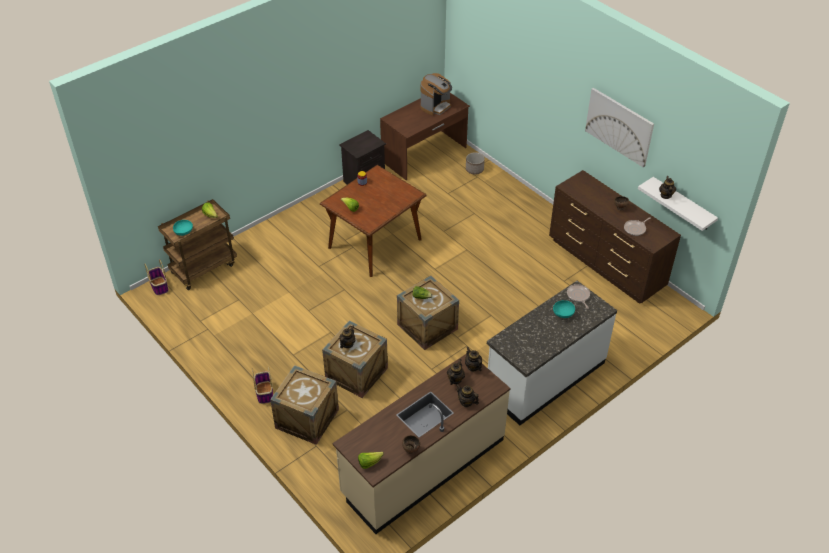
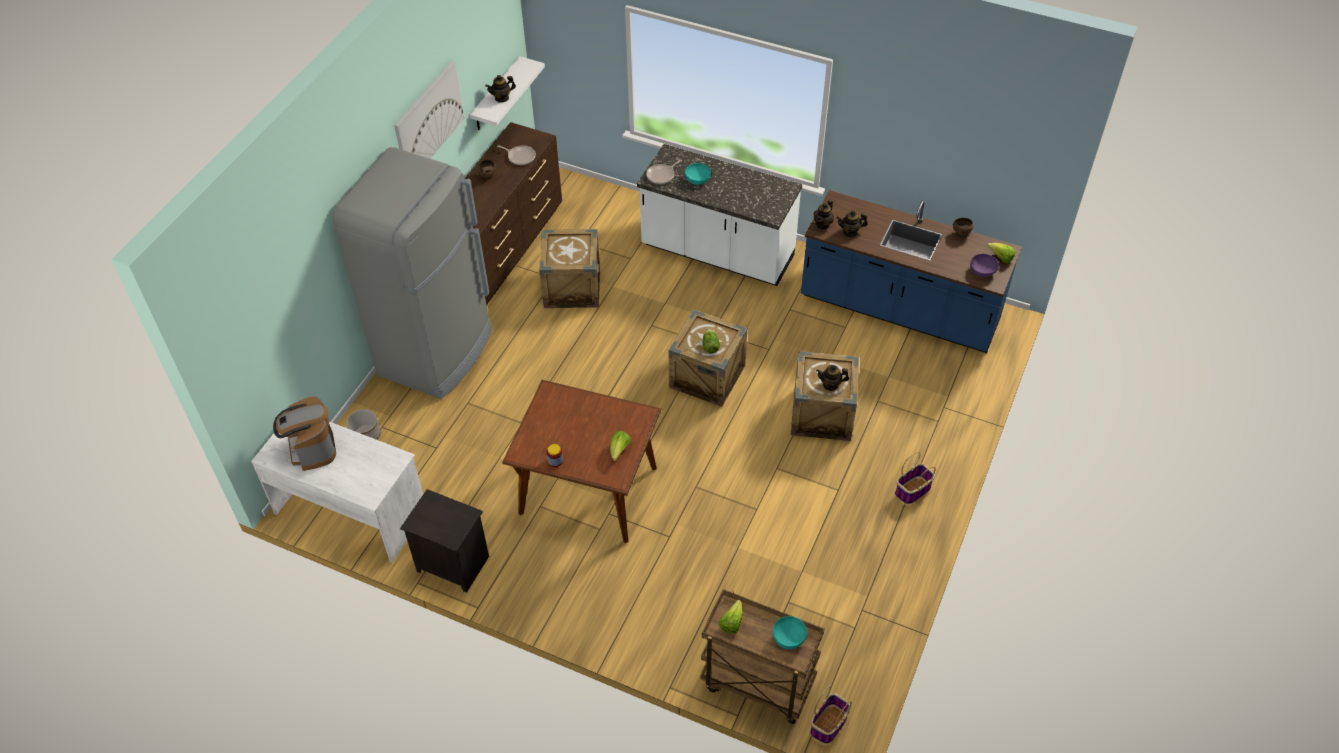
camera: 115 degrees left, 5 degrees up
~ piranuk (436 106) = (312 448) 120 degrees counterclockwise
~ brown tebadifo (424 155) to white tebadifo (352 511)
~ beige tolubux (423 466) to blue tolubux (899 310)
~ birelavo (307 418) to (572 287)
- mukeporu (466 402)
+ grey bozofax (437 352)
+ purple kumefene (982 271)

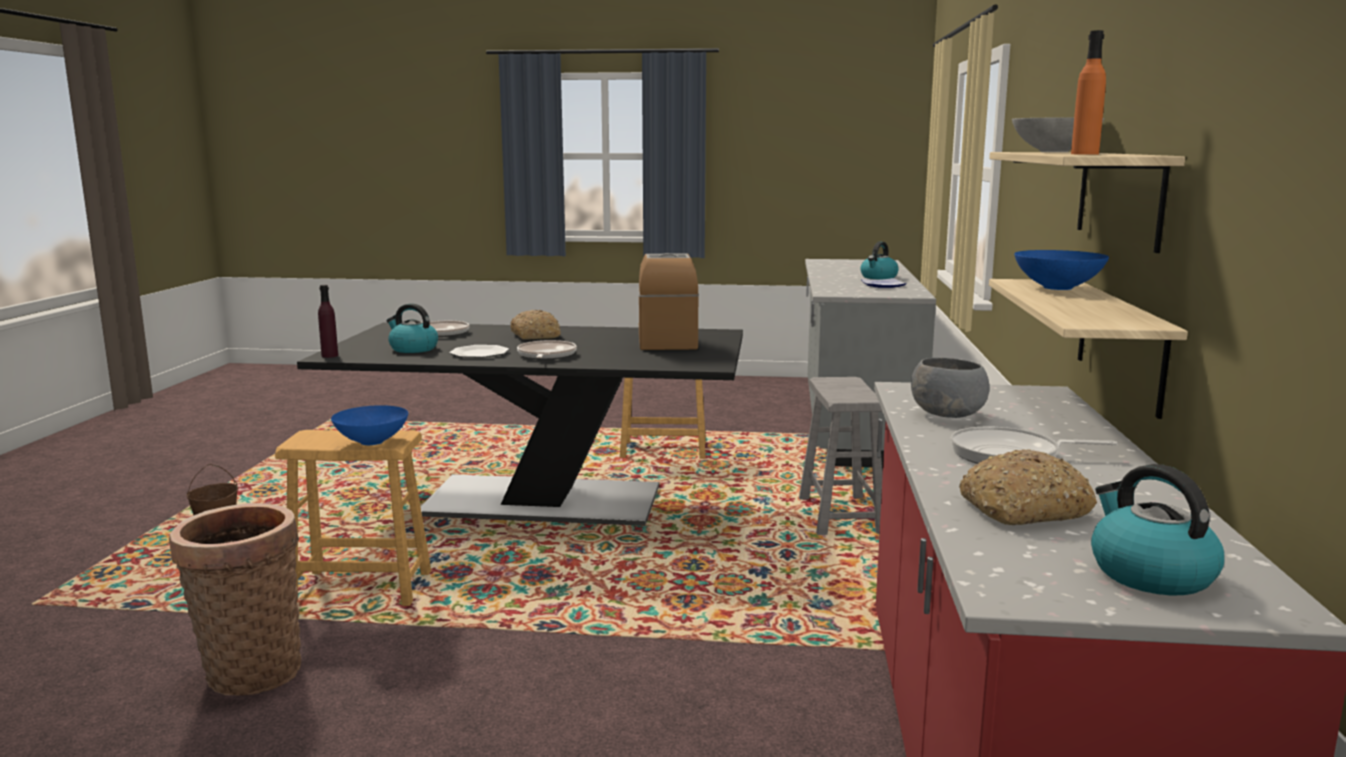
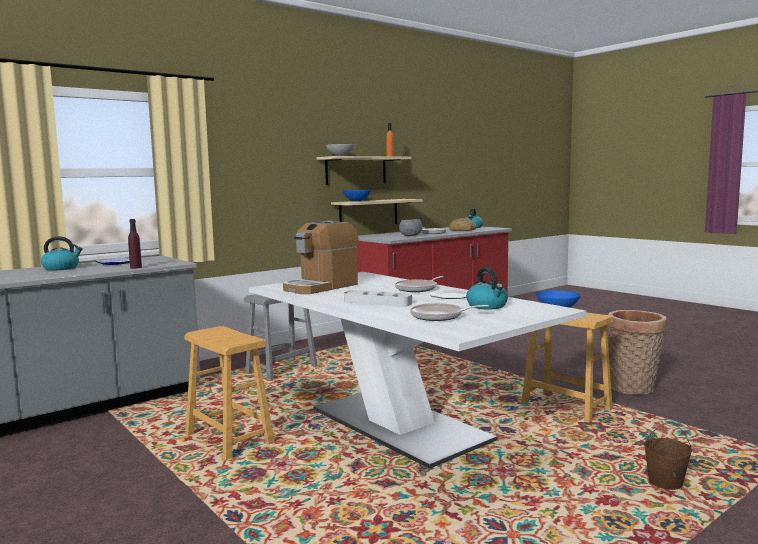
camera: 135 degrees left, 5 degrees down
~ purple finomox (329 355) to (136 267)
~ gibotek (536 335) to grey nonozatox (377 302)
~ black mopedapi (542 502) to white mopedapi (399 425)

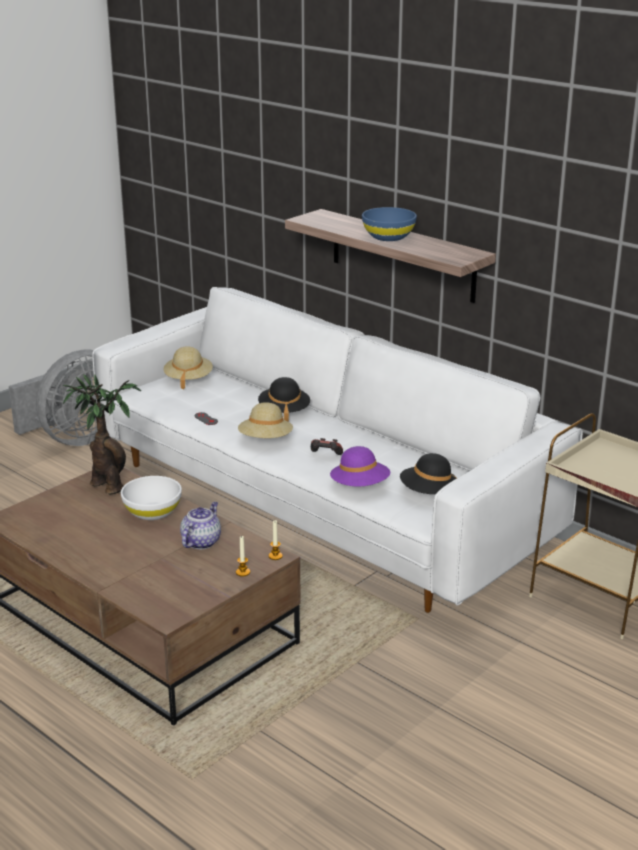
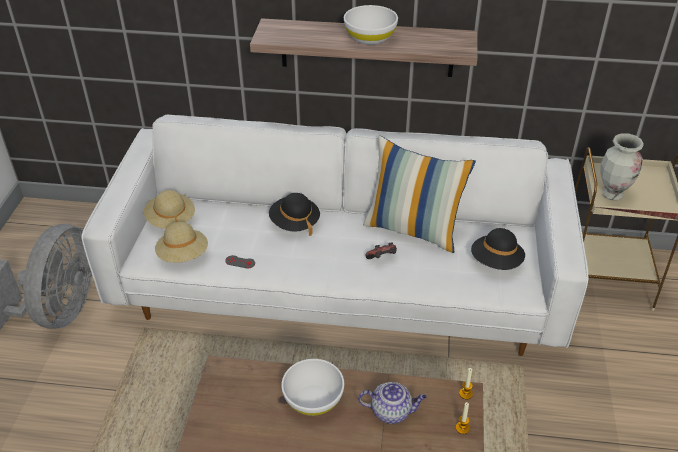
camera: 35 degrees left, 15 degrees up
~ blue kumefene (388 237) to white kumefene (370 38)
- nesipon (106 484)
~ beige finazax (265 440) to (183 255)
- purple finazax (360 486)
~ mukeporu (201 541) = (392 411) 105 degrees clockwise
+ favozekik (612 194)
+ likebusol (413 229)

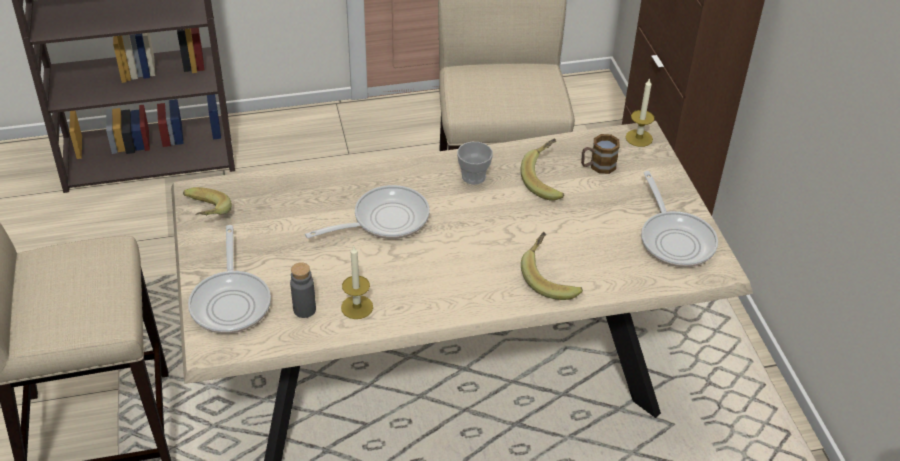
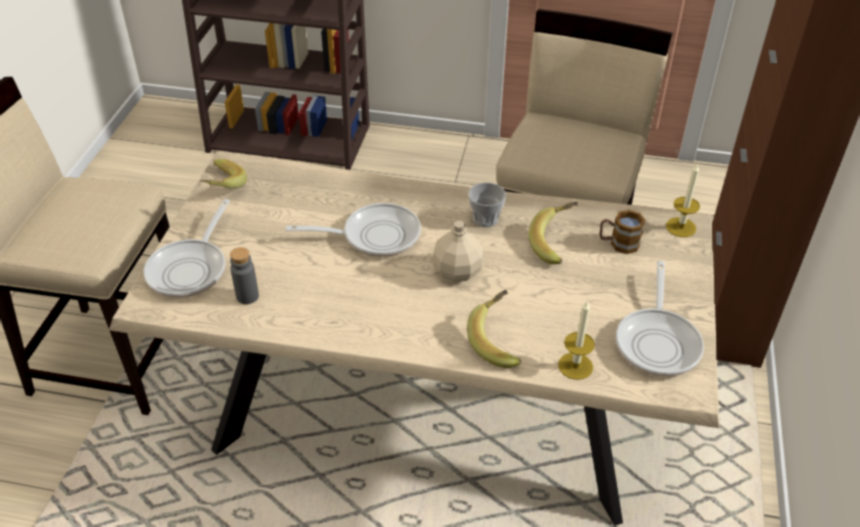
camera: 25 degrees right, 0 degrees up
~ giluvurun (357 307) to (575 366)
+ beige finomox (457 271)

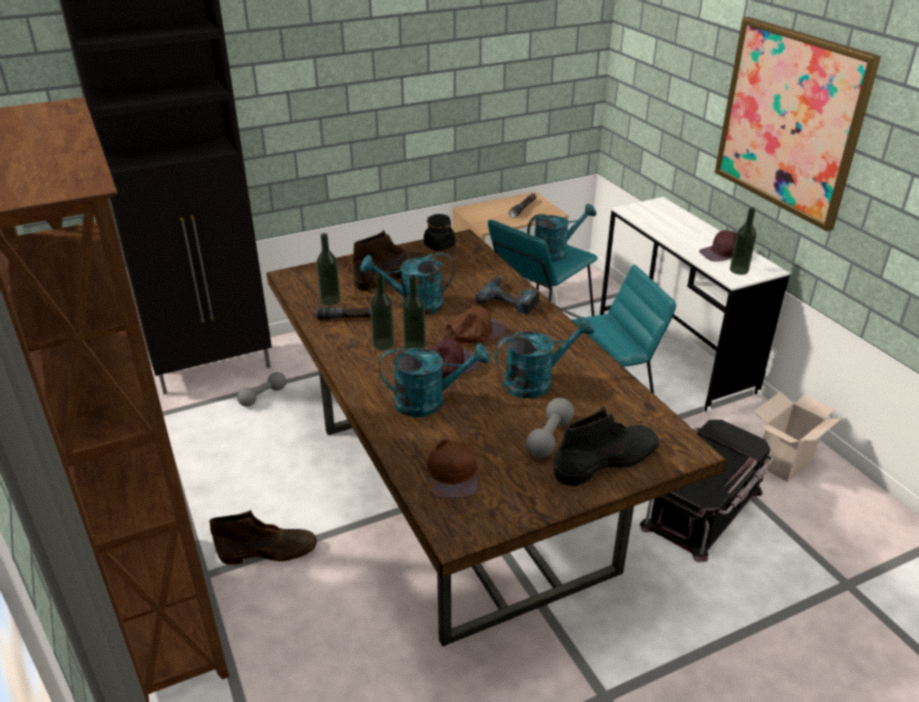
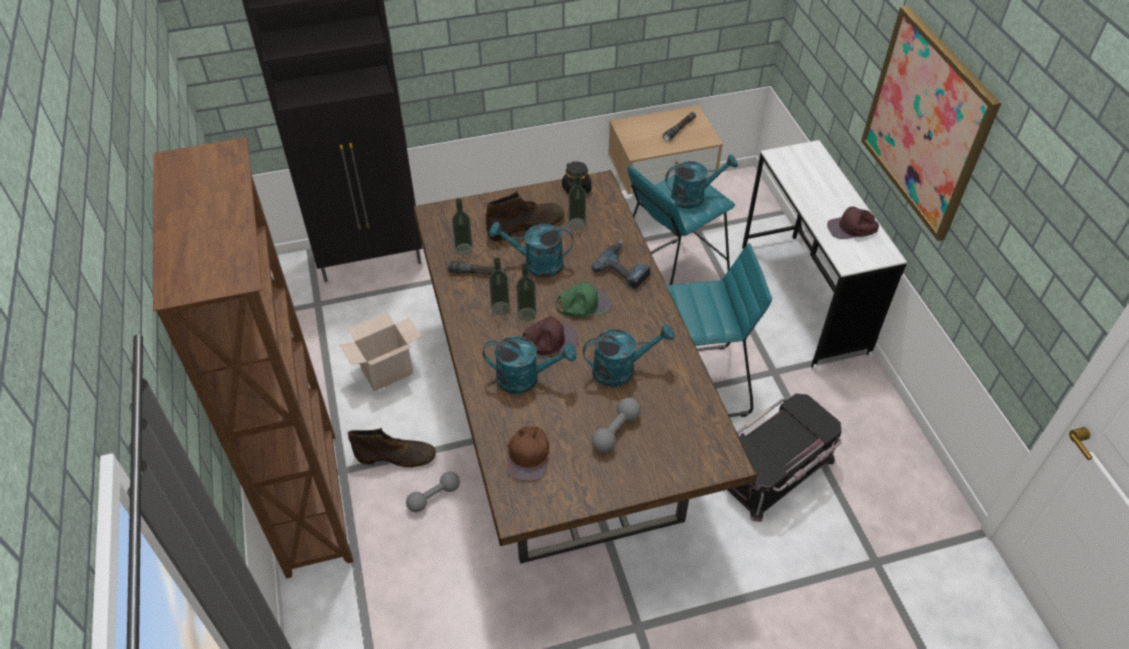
camera: 10 degrees right, 15 degrees up
~ finomox (739 270) to (577 223)
~ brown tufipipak (475 332) to green tufipipak (583 304)
~ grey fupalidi (263 396) to (434 497)
~ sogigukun (784 460) to (388 370)
- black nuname (607 461)

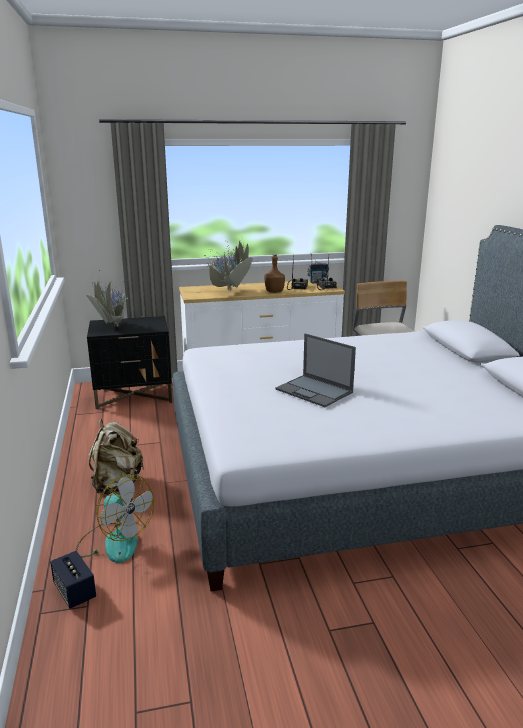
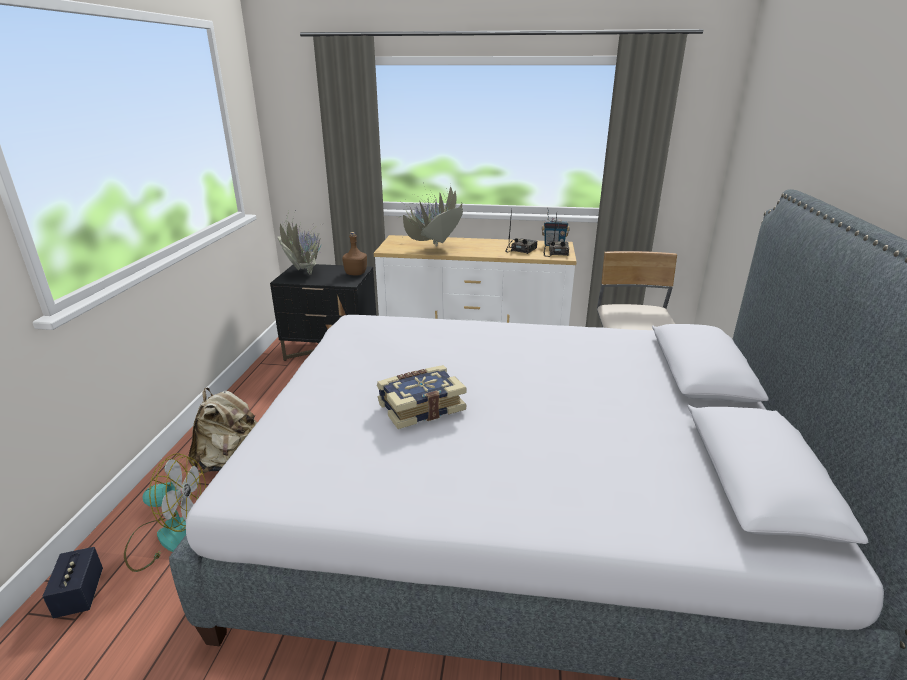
camera: 20 degrees right, 5 degrees up
~ brown finomox (274 291) to (356 273)
~ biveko (315 391) to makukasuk (420 406)
~ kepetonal (114 541) = (169 536) 60 degrees counterclockwise

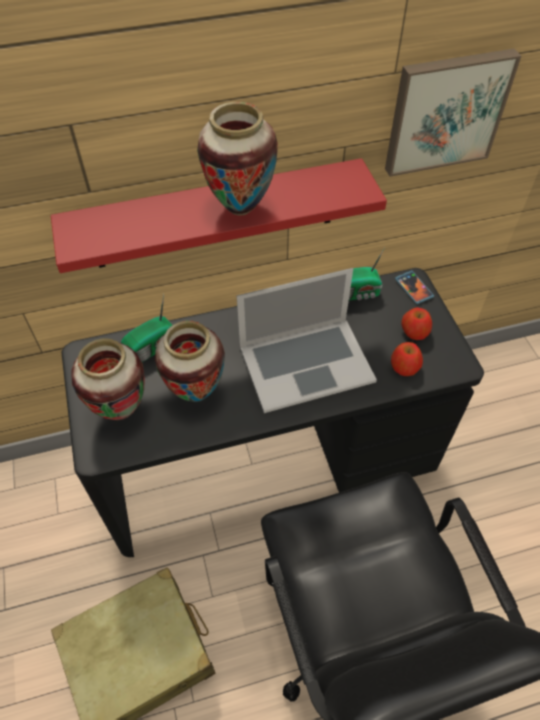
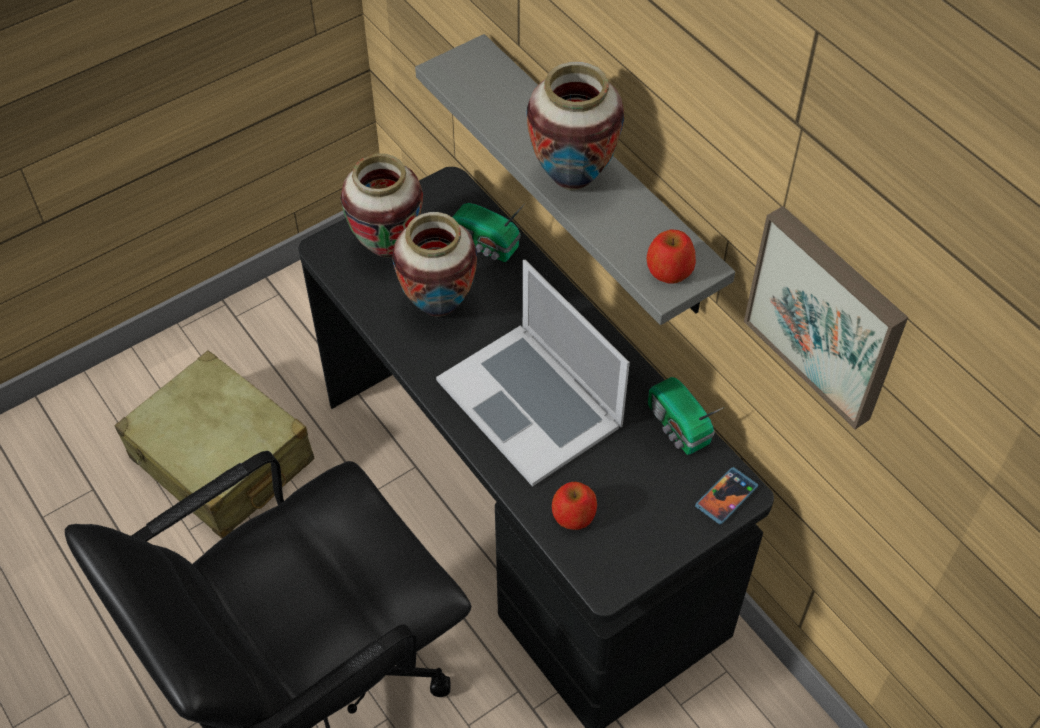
camera: 70 degrees right, 0 degrees up
~ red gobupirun (215 215) to grey gobupirun (598 178)
~ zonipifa (414 331) to (670 269)

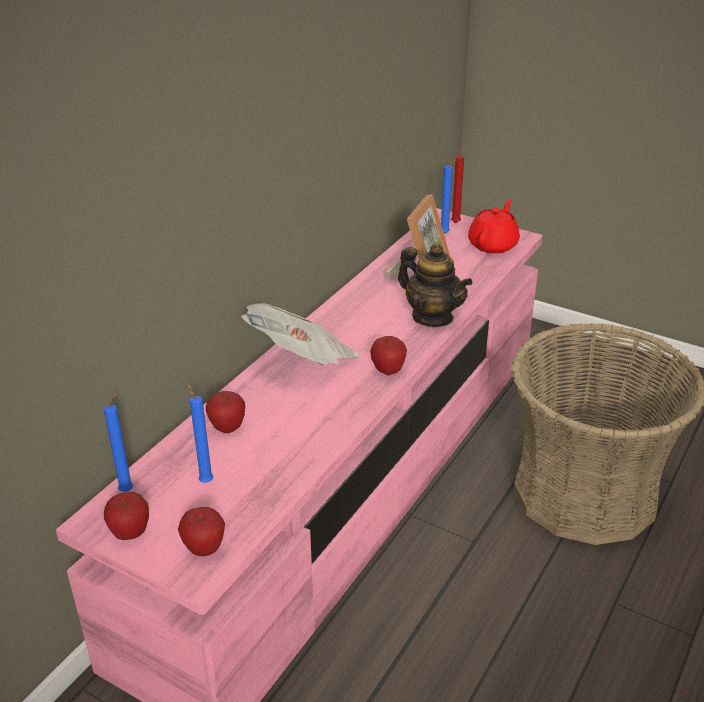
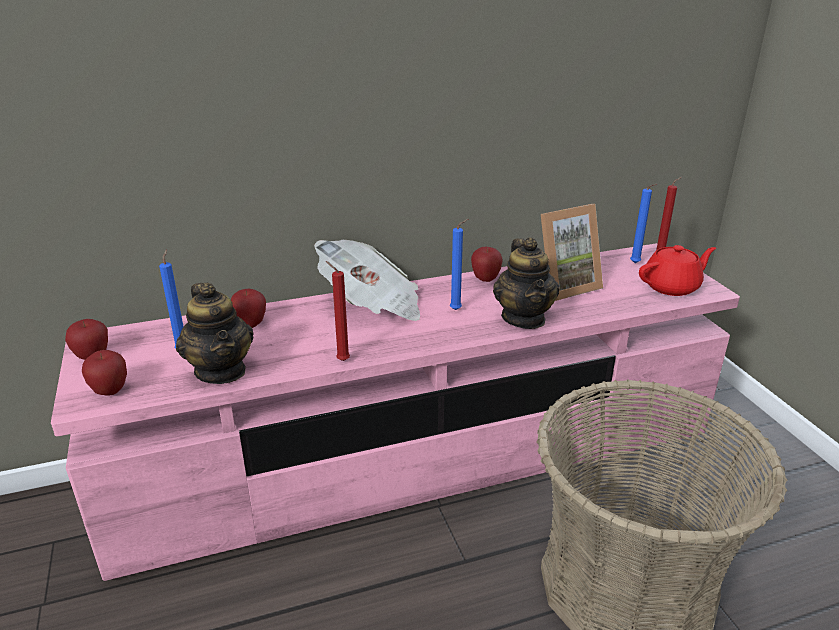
camera: 40 degrees right, 5 degrees down
~ zonipifa (388 371) to (485 279)
~ blue giluvurun (128 490) to (457 309)
+ red giluvurun (341 360)
+ mukeporu (221 371)

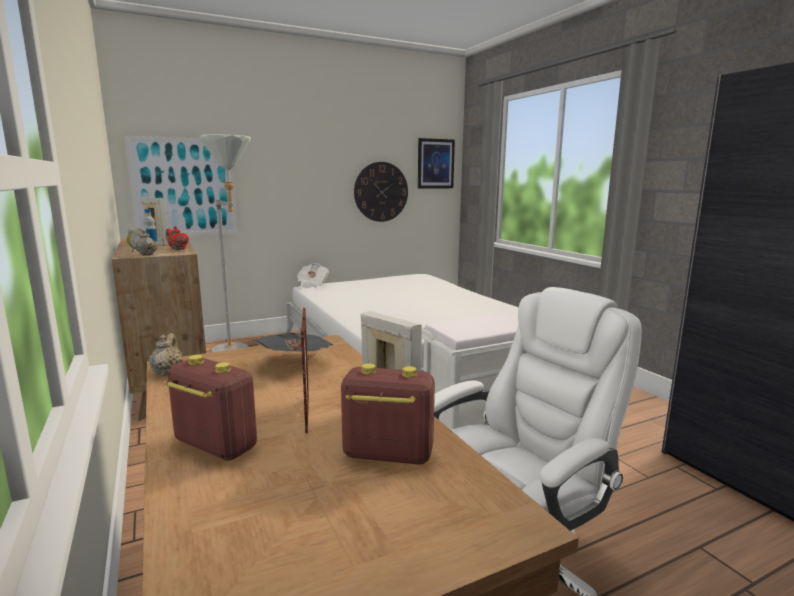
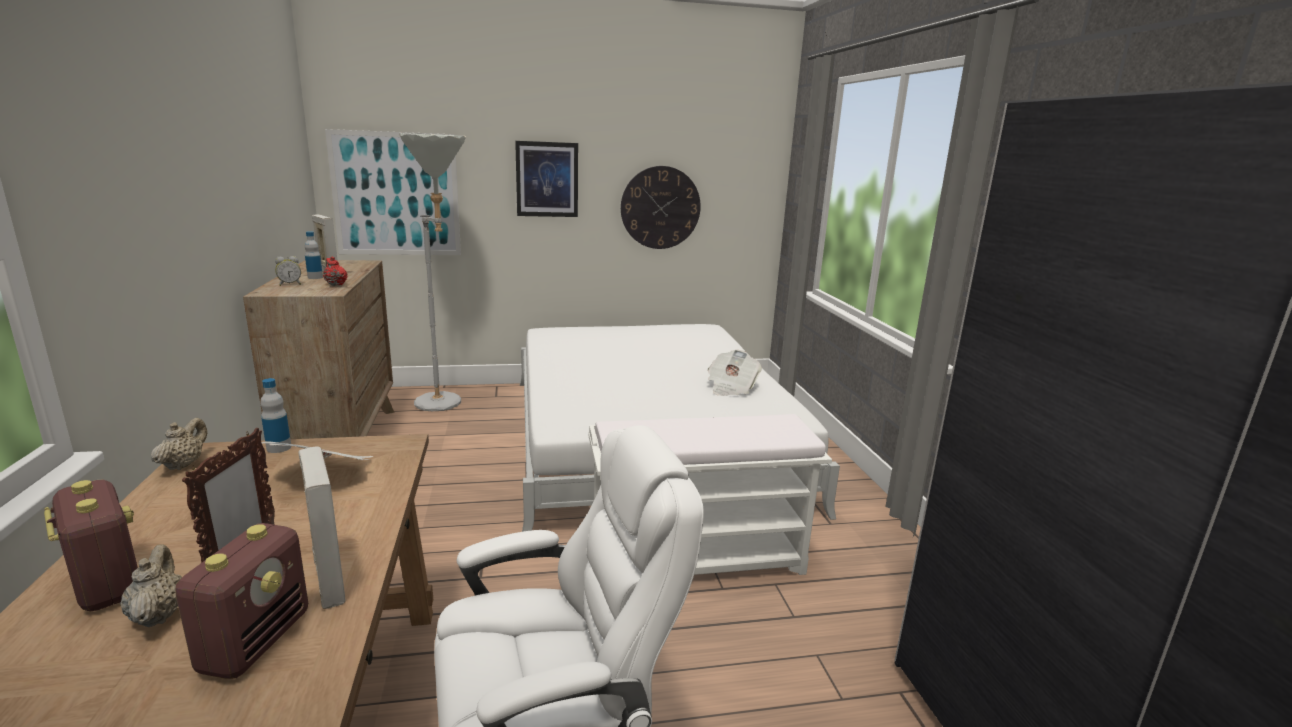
camera: 15 degrees right, 5 degrees up
~ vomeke (435 163) to (547 179)
~ beige mukeporu (147 254) to (158 614)
~ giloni (312 285) to (731 387)
~ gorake (387 454) = (256 641) 75 degrees clockwise
+ finomox (279 448)

